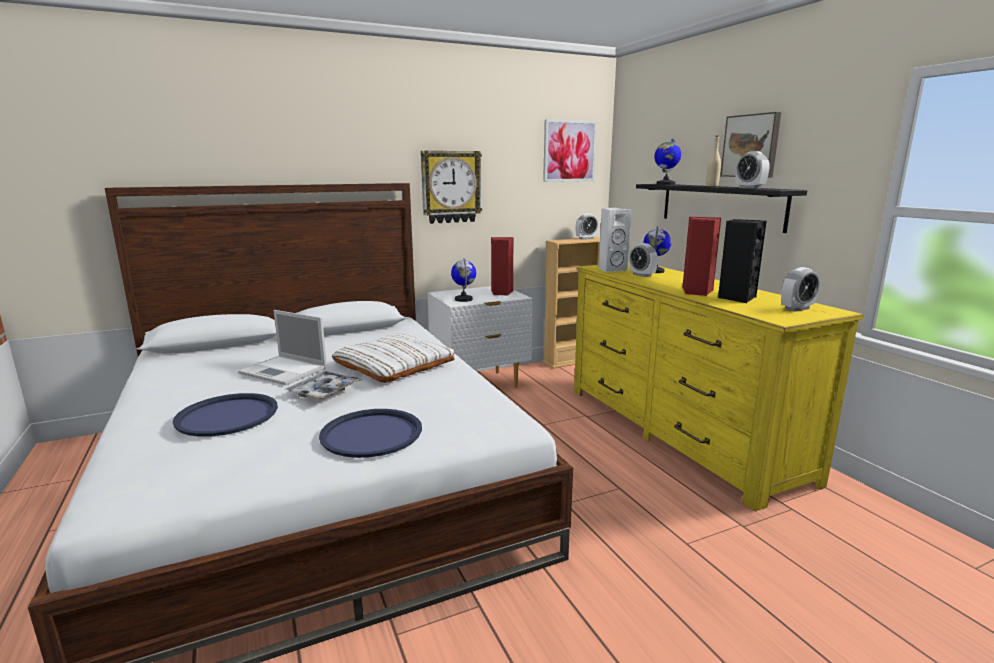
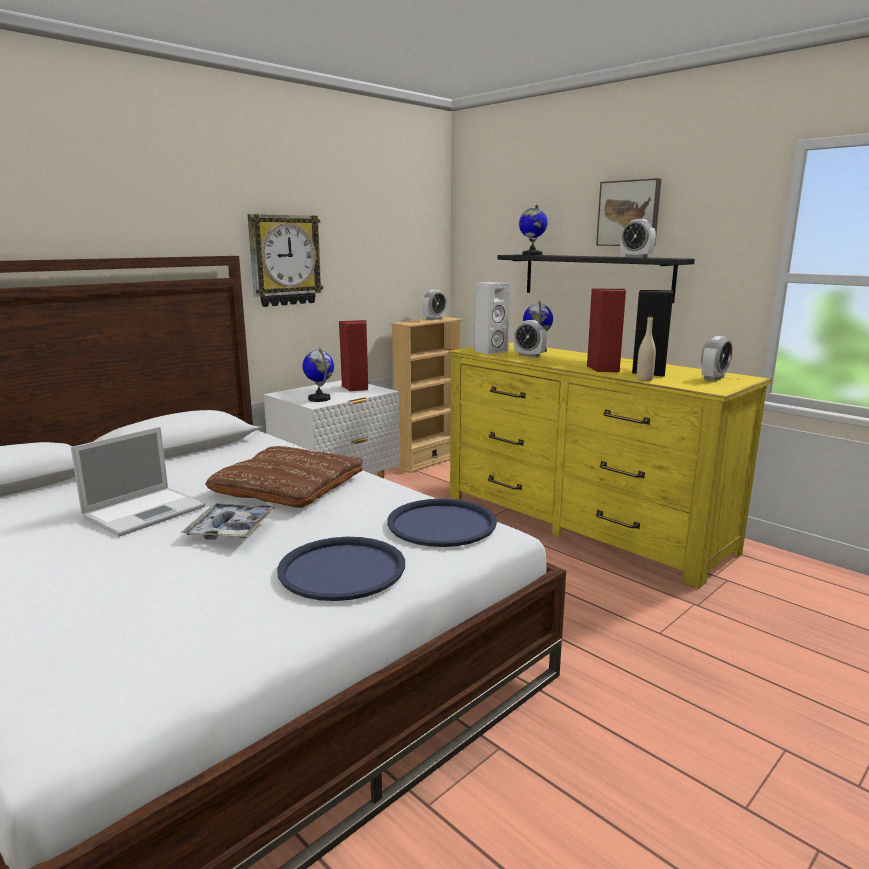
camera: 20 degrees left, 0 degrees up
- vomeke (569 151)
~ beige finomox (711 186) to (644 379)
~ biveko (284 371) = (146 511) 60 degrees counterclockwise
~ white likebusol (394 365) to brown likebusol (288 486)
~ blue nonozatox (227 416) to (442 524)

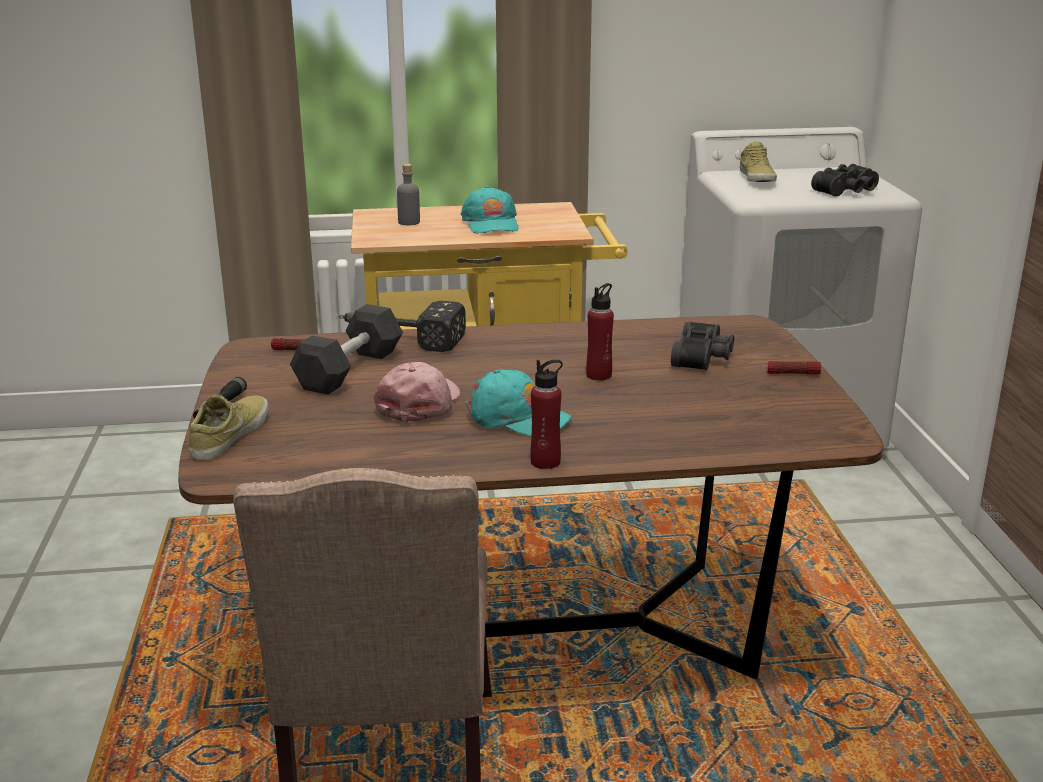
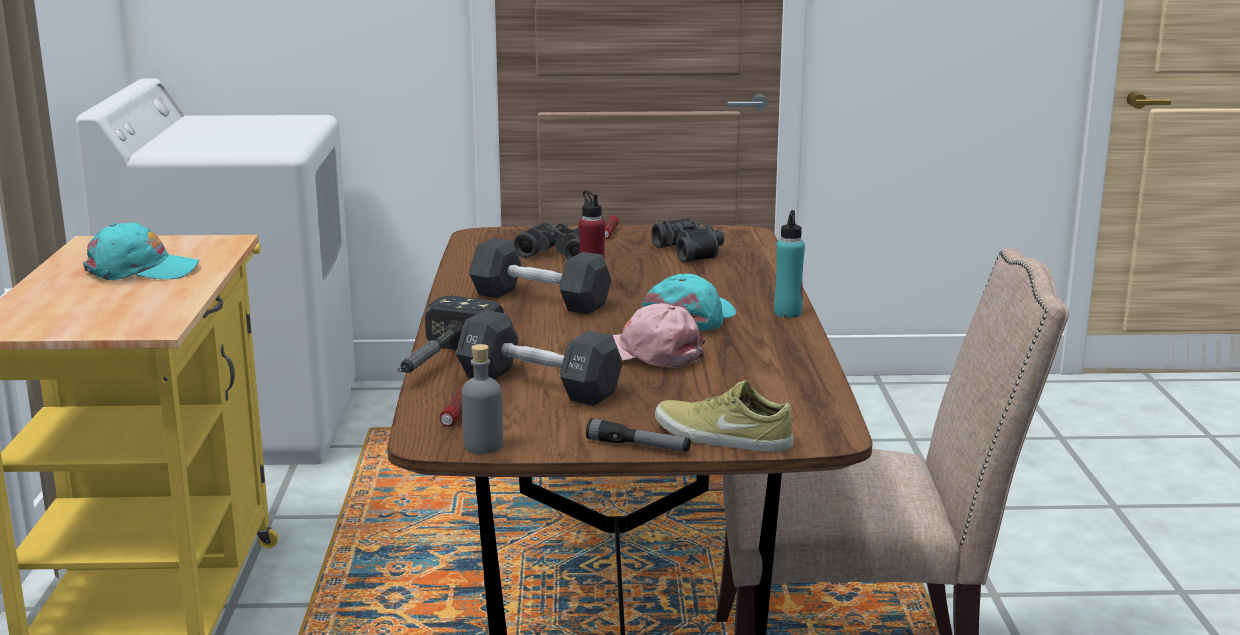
camera: 85 degrees left, 5 degrees down
- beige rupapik (758 177)
~ grey finomox (409 222) to (483 445)
~ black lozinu (849 192) to (691 251)
~ red finomox (545 462) to turquoise finomox (788 313)
+ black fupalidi (540 300)

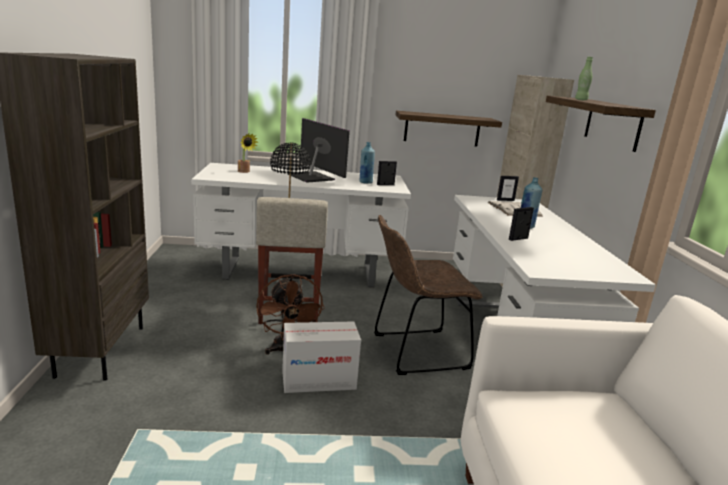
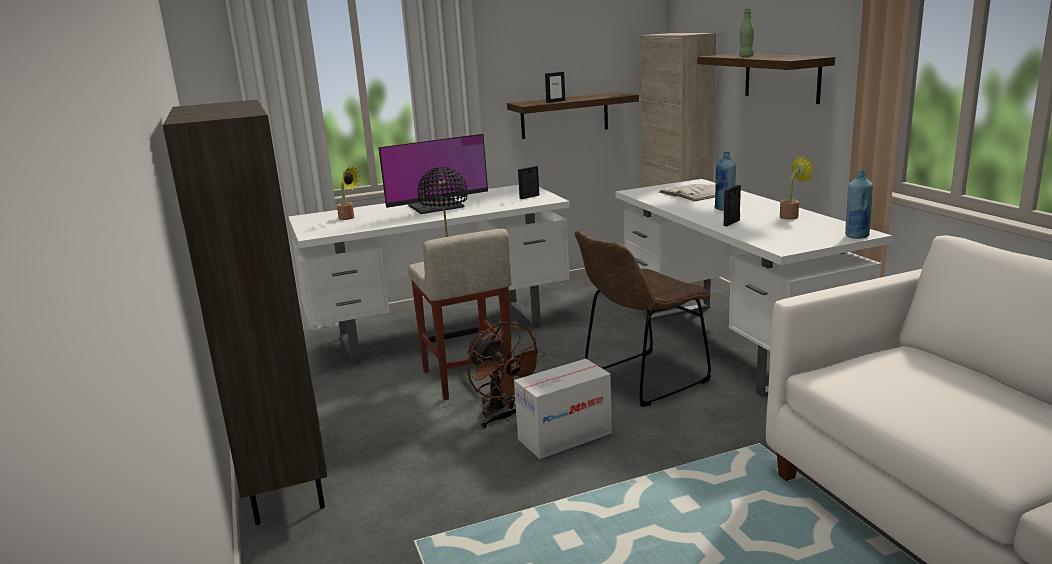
camera: 15 degrees left, 0 degrees up
~ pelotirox (312 177) = (436 207) 120 degrees clockwise
~ blue finomox (365 182) to (856 236)
~ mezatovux (505 200) to (555 101)
+ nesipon (791 216)

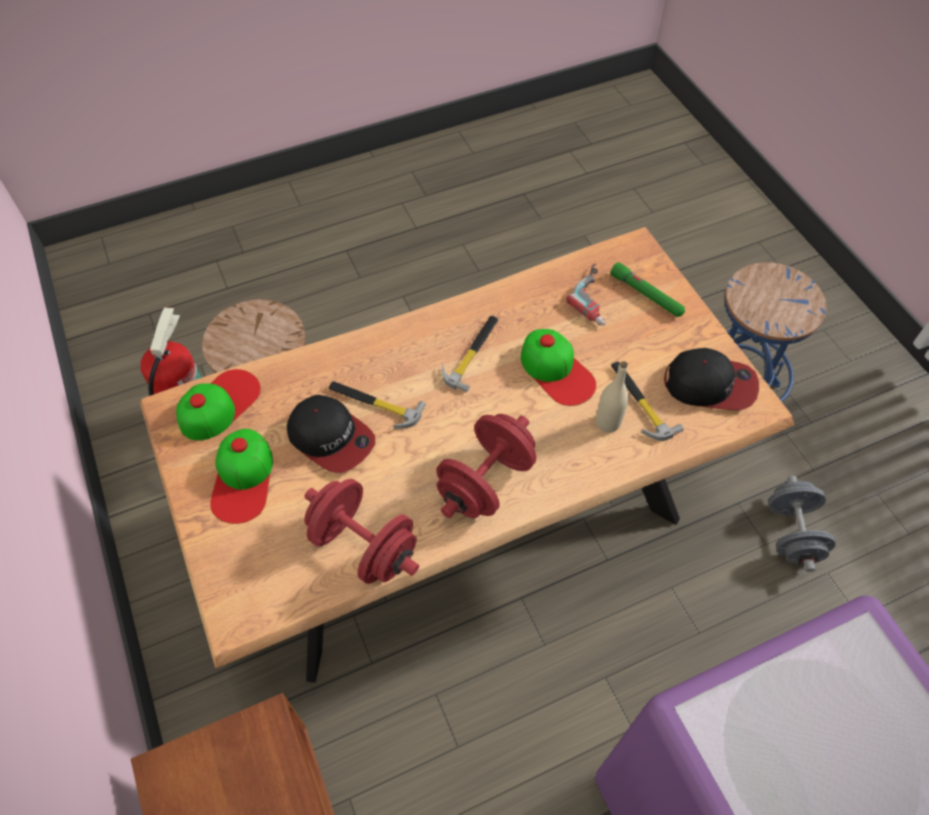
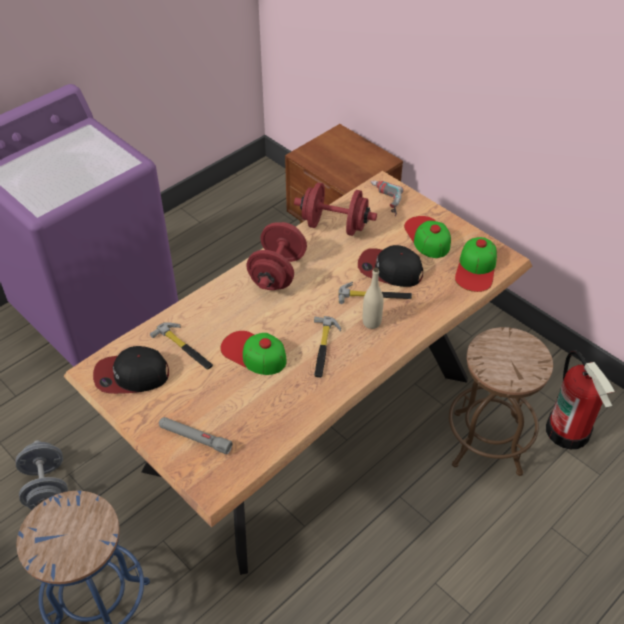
camera: 160 degrees right, 10 degrees down
~ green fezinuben (646 295) to grey fezinuben (195 438)
~ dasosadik (597 298) to (383 200)
~ beige finomox (608 423) to (371 322)

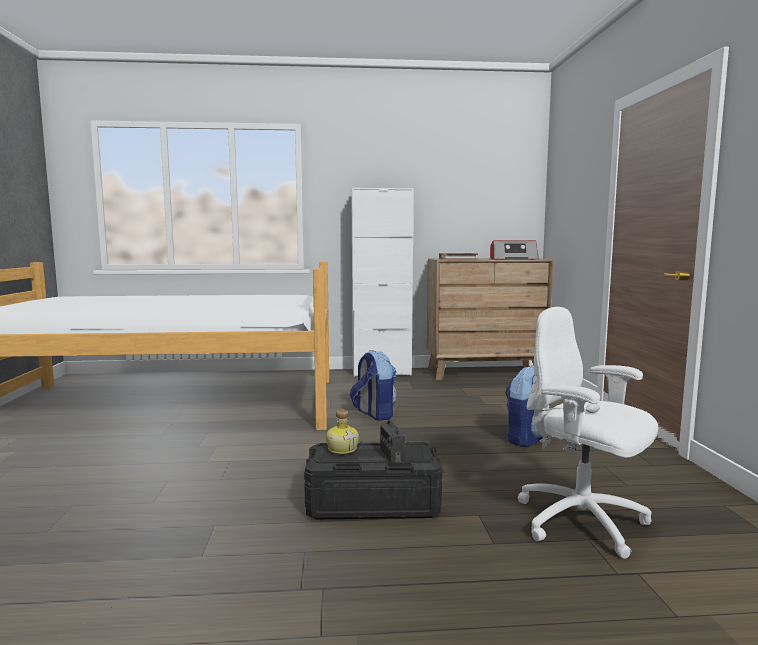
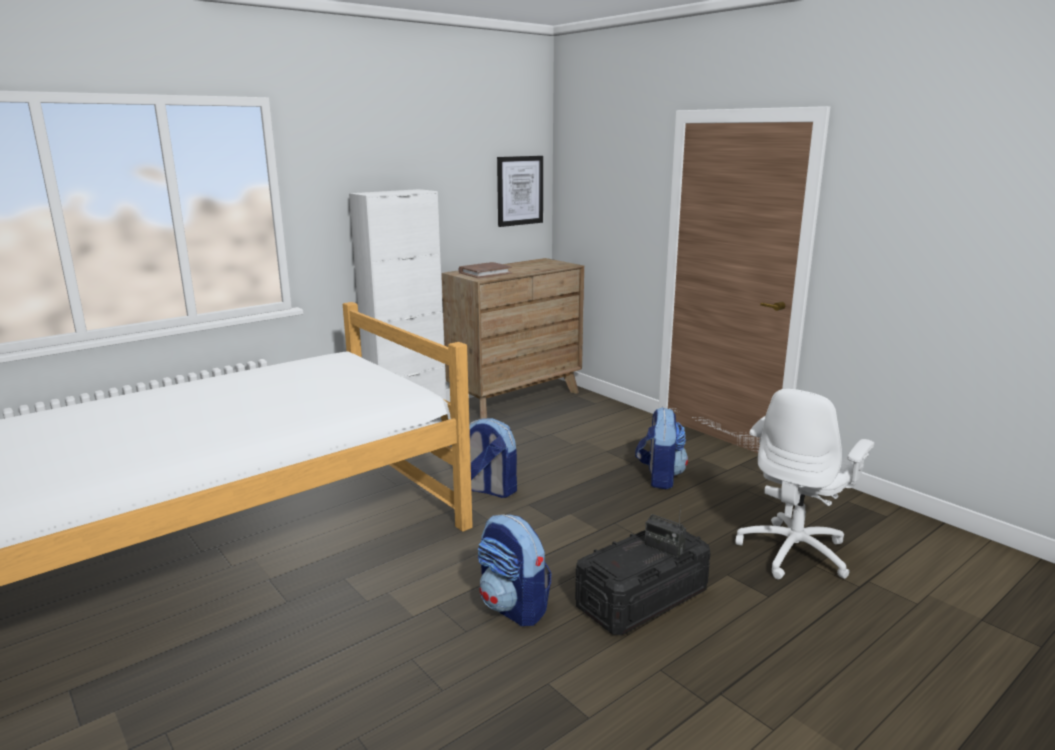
camera: 35 degrees left, 10 degrees up
- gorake (512 259)
~ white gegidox (582 523) = (795 552) 60 degrees counterclockwise
- finomox (342 448)
+ vomeke (520 190)
+ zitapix (514 607)

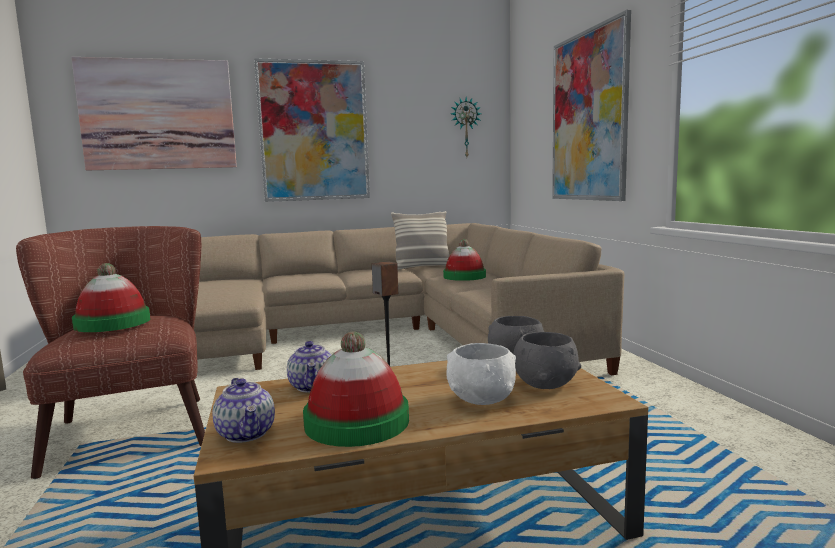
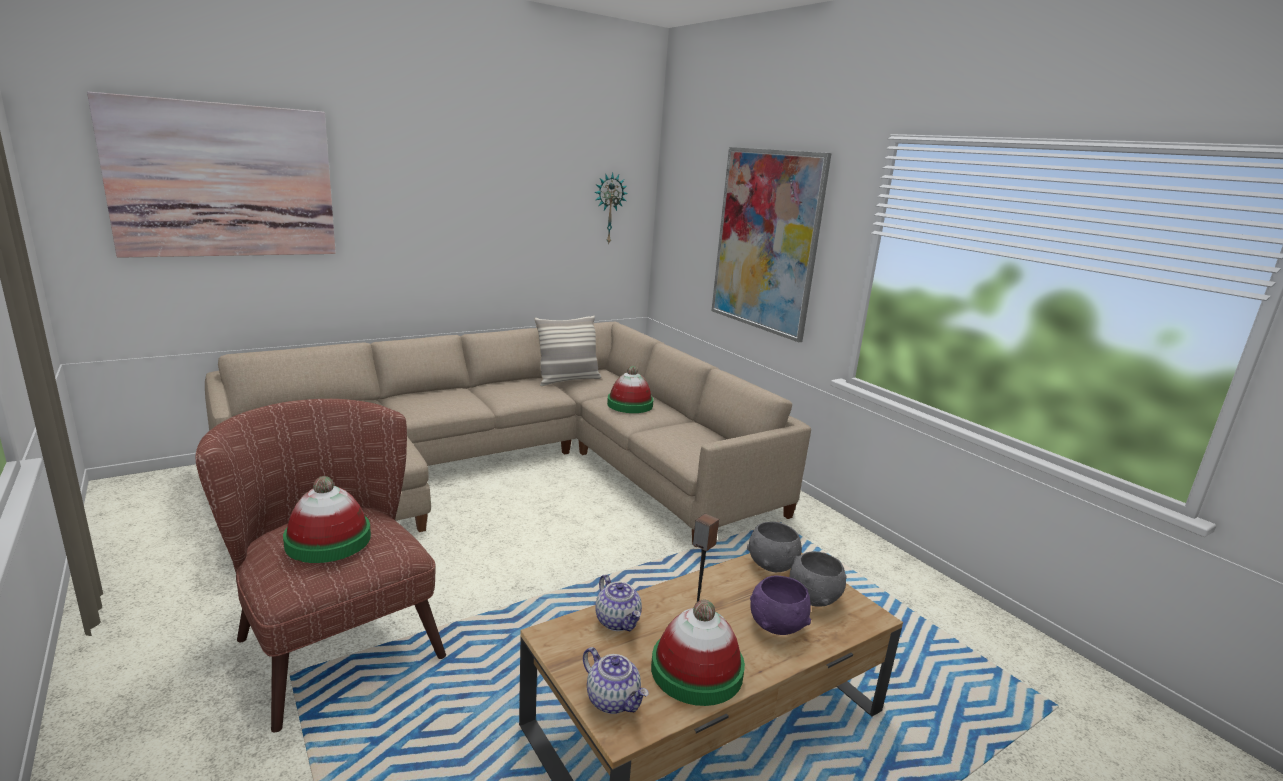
camera: 20 degrees left, 10 degrees up
- vomeke (314 131)
~ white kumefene (481 399) to purple kumefene (776 625)

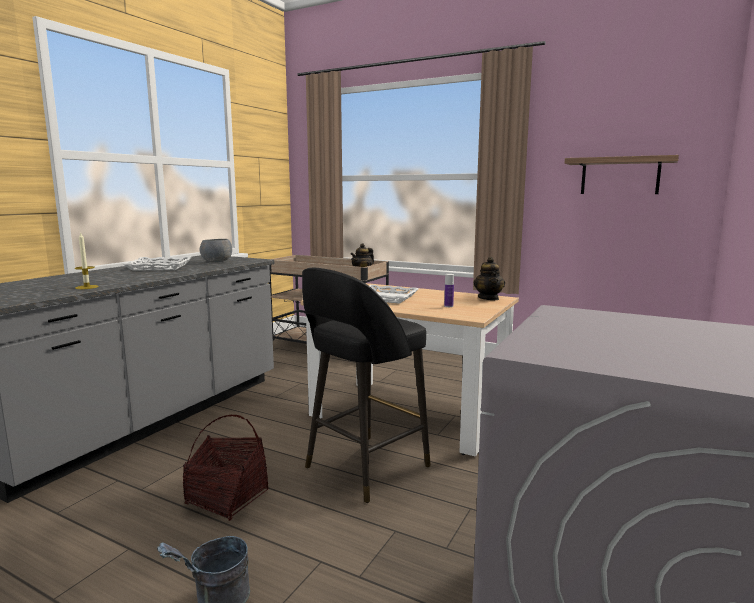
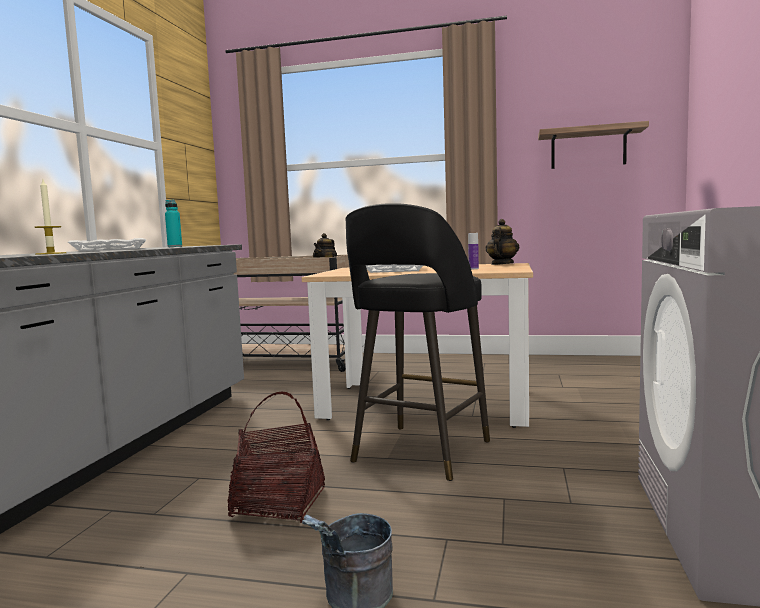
camera: 15 degrees left, 5 degrees down
~ grey kumefene (217 261) to turquoise finomox (175 246)
~ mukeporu (488 298) = (502 264) 135 degrees counterclockwise

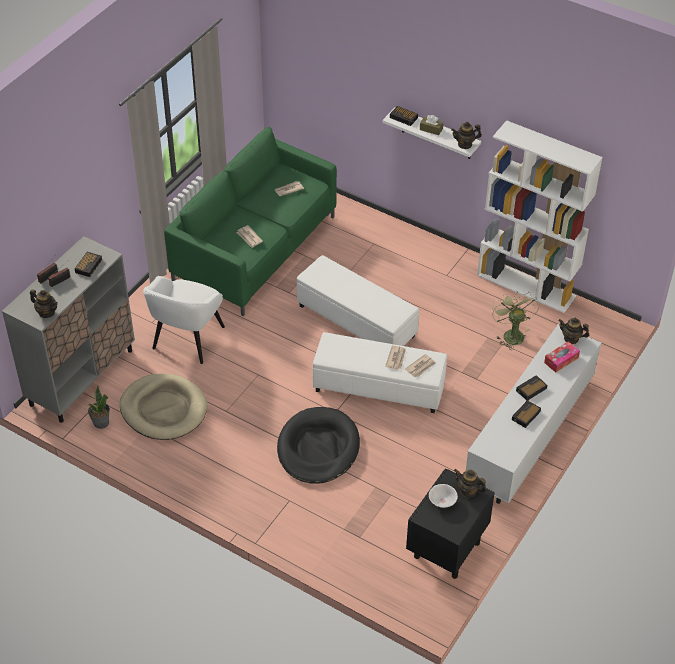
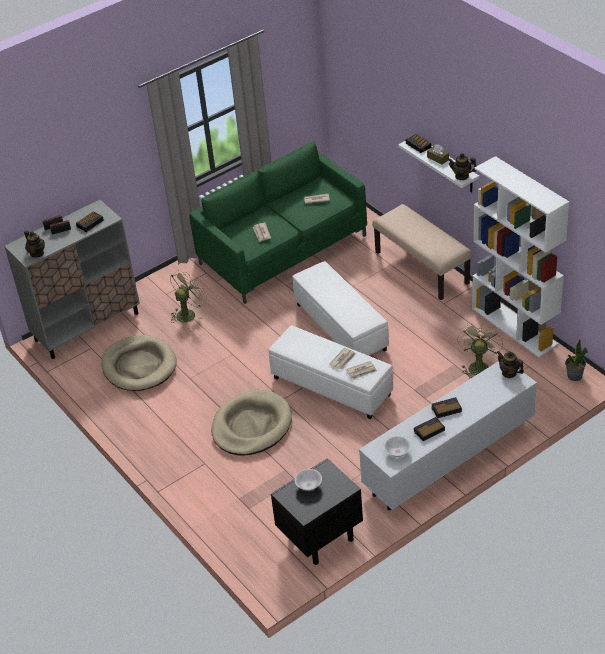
camera: 25 degrees right, 5 degrees down
~ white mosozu (187 339) to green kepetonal (188 313)
- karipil (561 360)
~ nesipon (101 422) to (574 376)
~ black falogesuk (318 448) to beige falogesuk (251 426)
- mukeporu (468 491)
+ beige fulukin (422 268)
+ white kumefene (397 452)

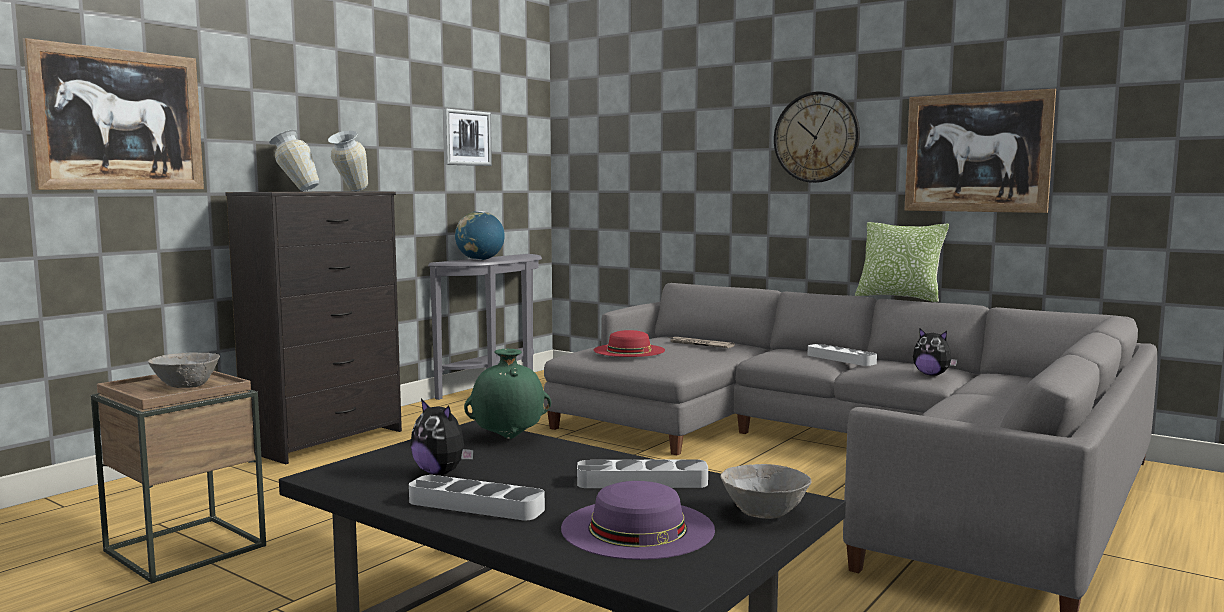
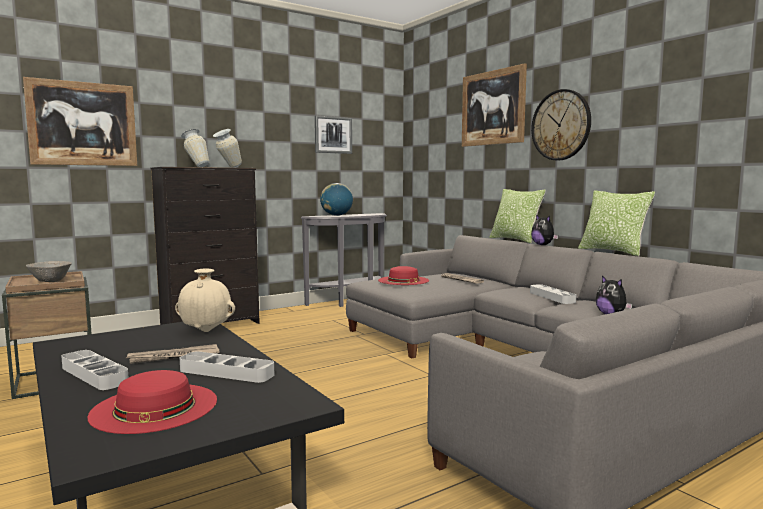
camera: 20 degrees right, 0 degrees up
~ vomeke (976 153) to (492 108)
~ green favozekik (509 438) to beige favozekik (206 331)
~ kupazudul (441 473) to (543 245)
- grey kumefene (763 514)
~ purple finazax (638 528) to red finazax (155 407)
+ likebusol (515 240)
+ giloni (173 357)

